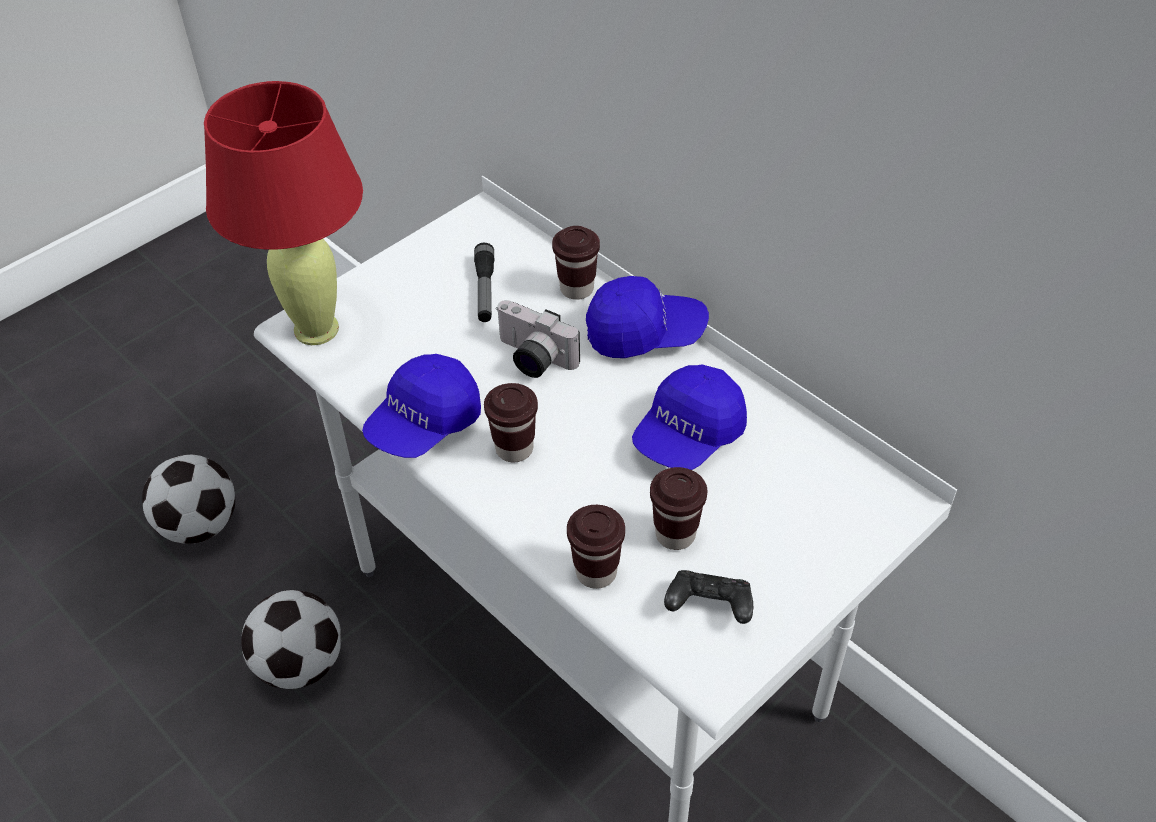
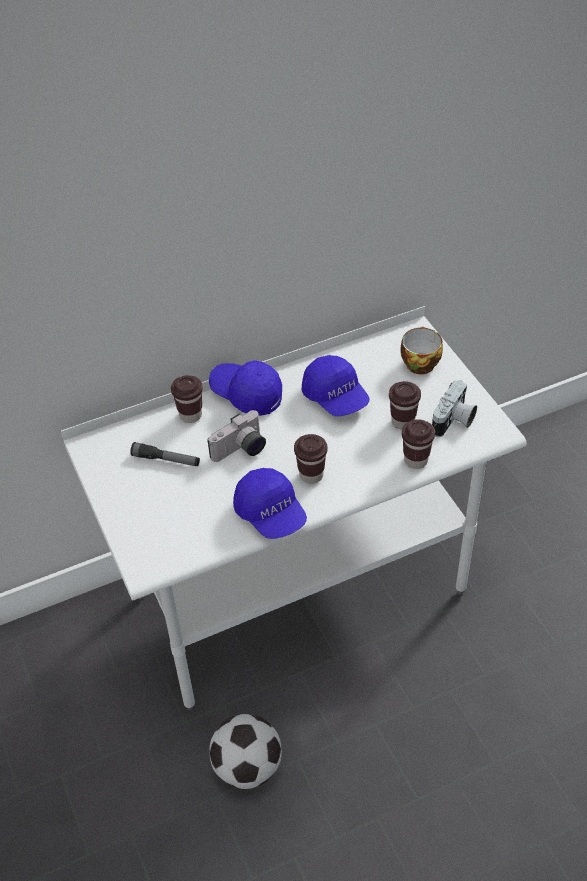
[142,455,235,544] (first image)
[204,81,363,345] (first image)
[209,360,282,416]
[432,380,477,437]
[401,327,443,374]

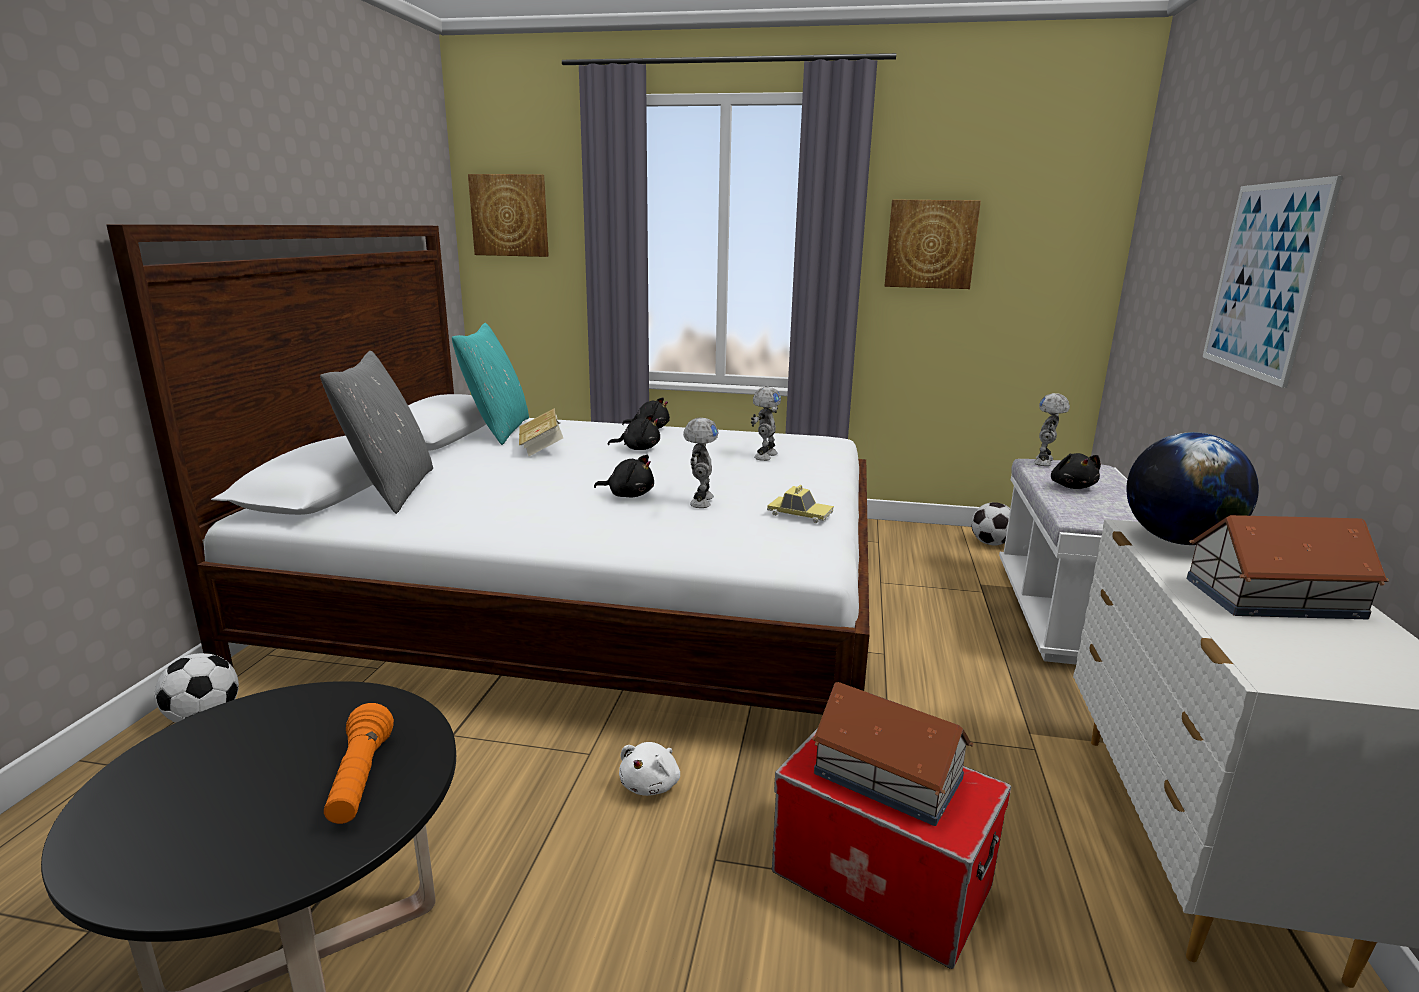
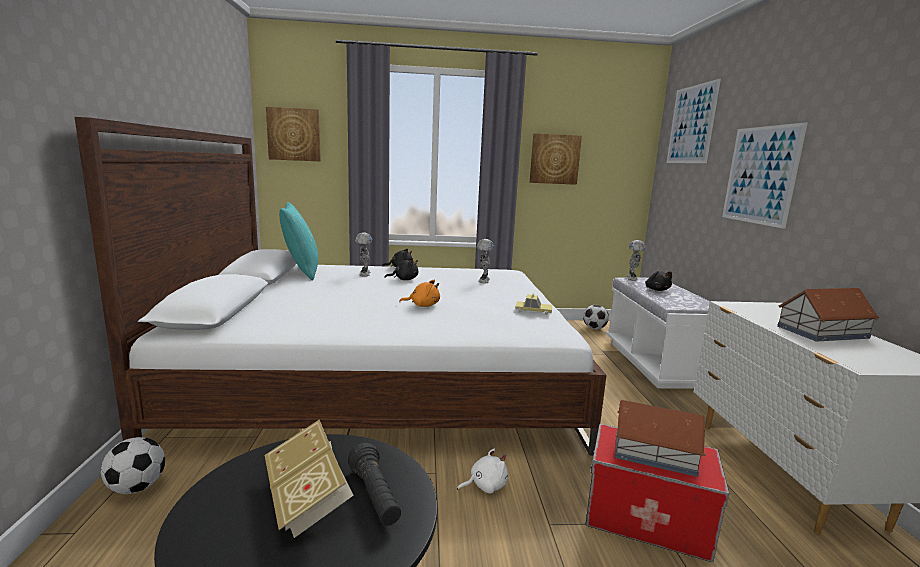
[320,351,433,514] (first image)
[348,443,401,526]
[265,420,354,538]
[399,279,440,307]
[457,448,508,493]
[355,232,372,276]
[1126,432,1259,545] (first image)
[667,79,721,163]

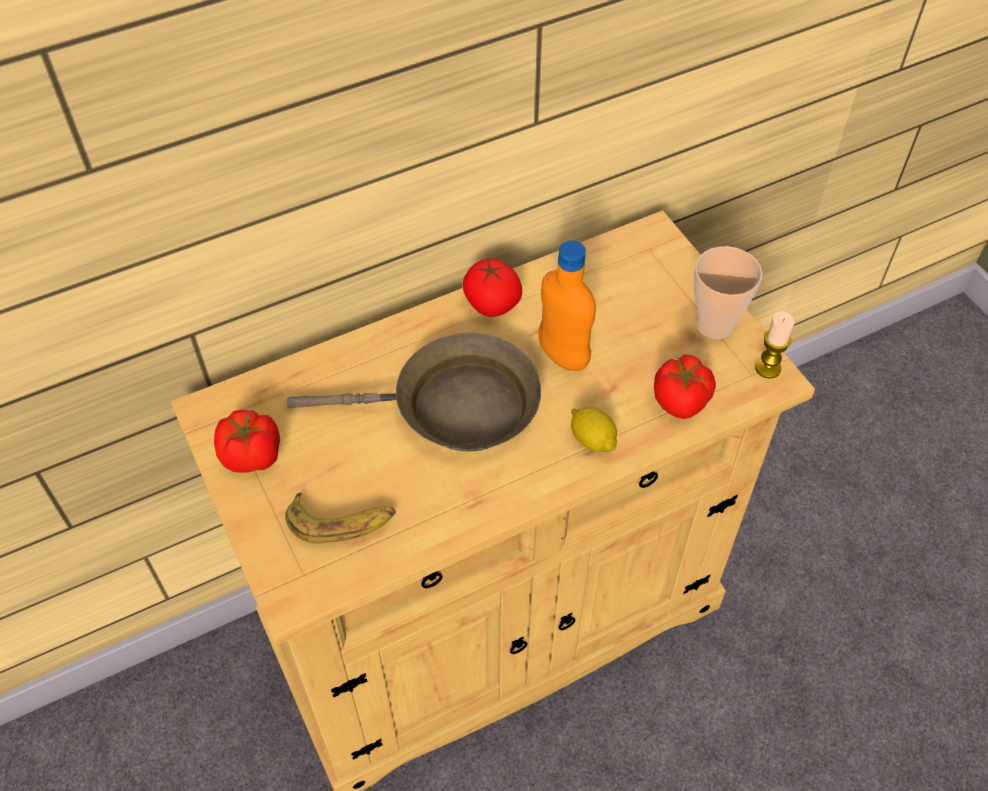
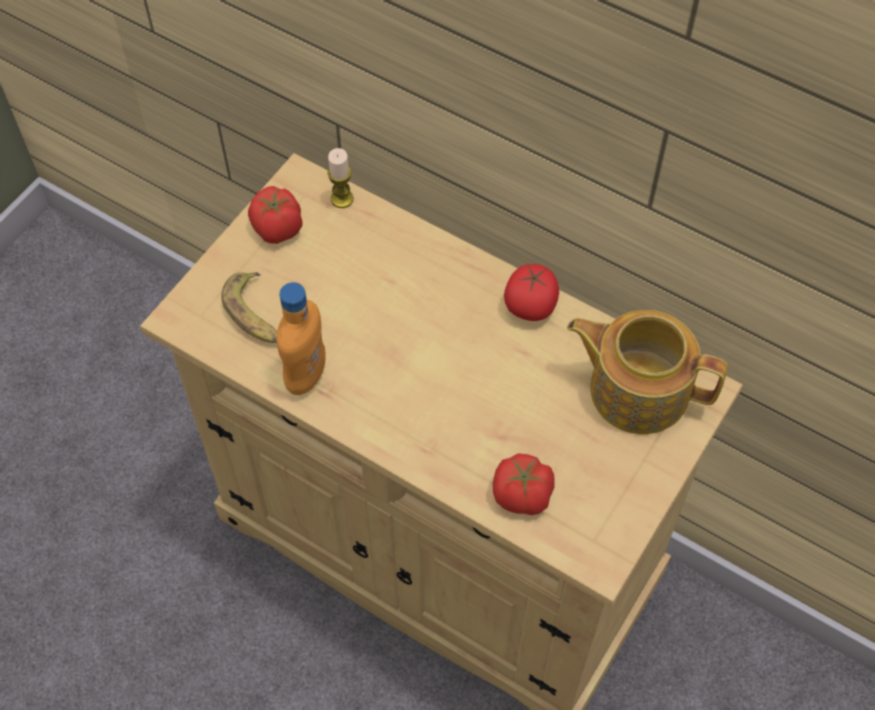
[287,333,541,451] (first image)
[277,282,326,395]
[571,406,617,452] (first image)
[694,246,762,339] (first image)
[327,148,353,208]
[567,310,727,434]

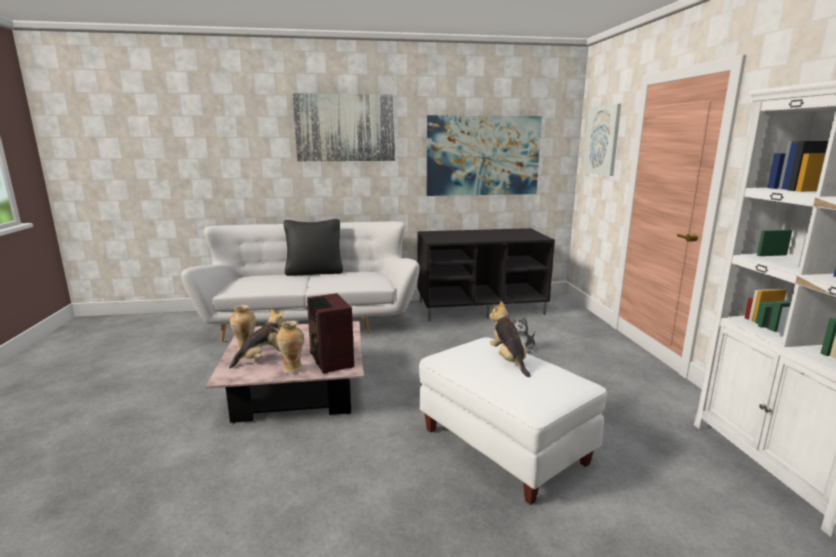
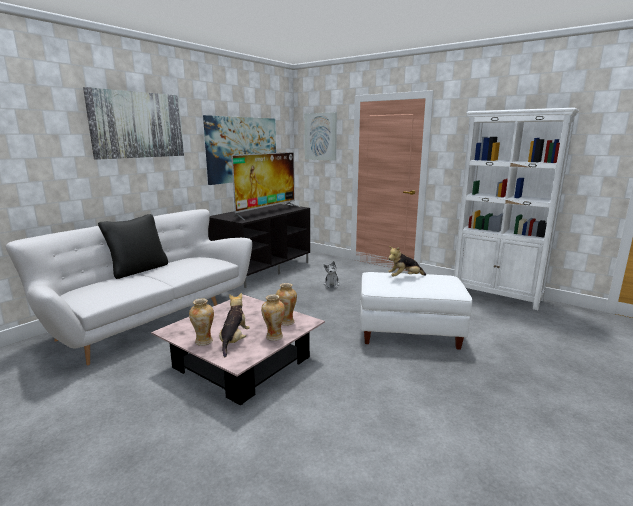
[276,283,297,326]
[388,246,426,277]
[231,152,300,220]

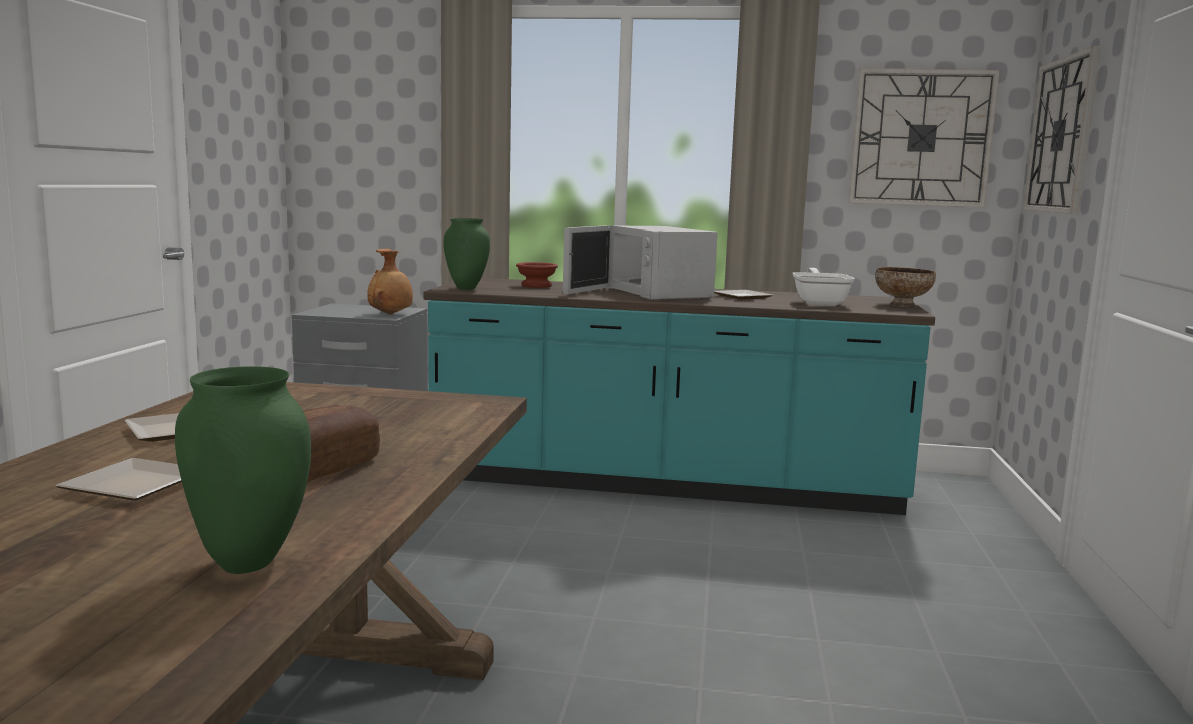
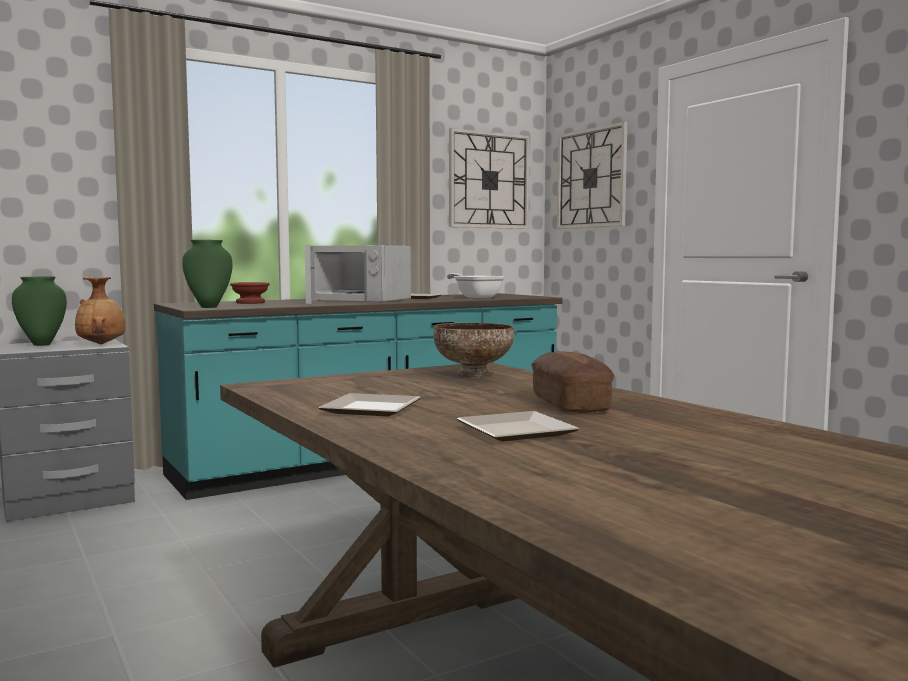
[12,277,67,346]
[433,323,514,378]

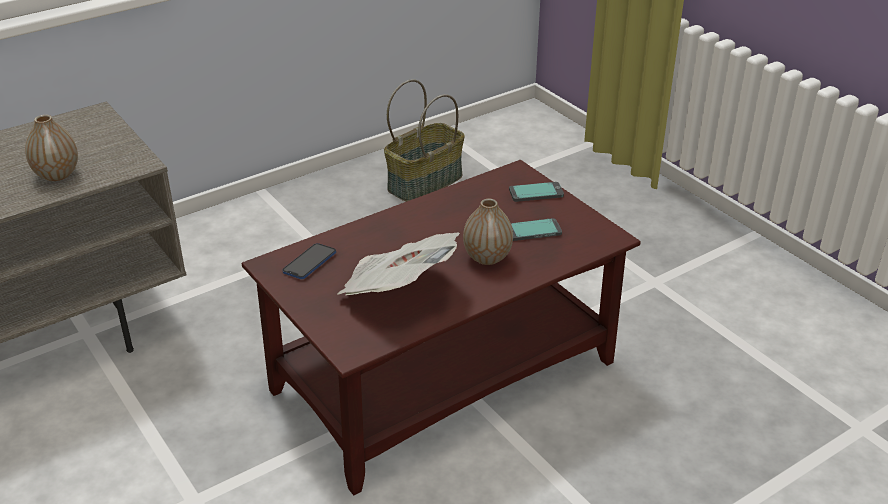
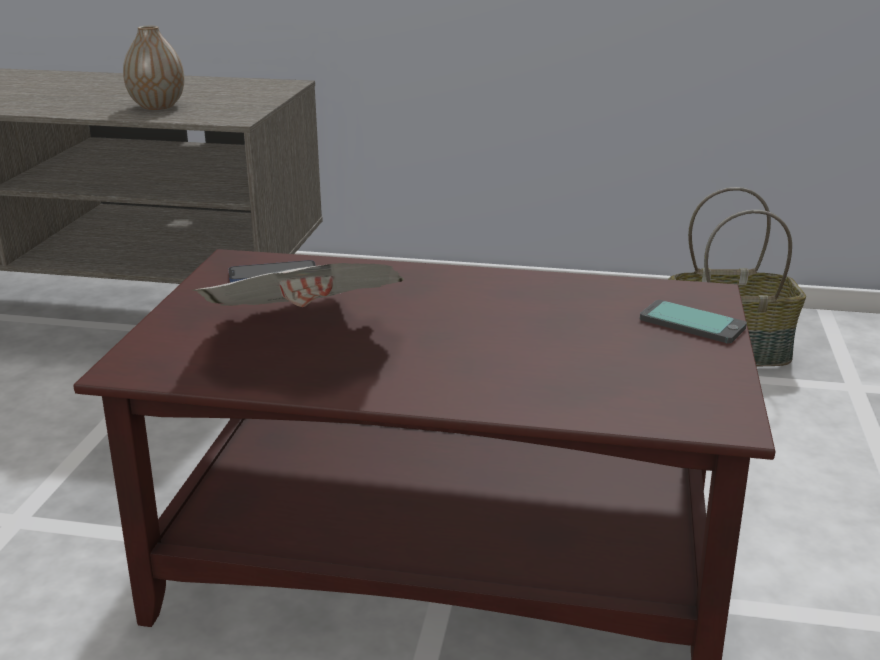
[463,199,513,265] (first image)
[511,218,562,241] (first image)

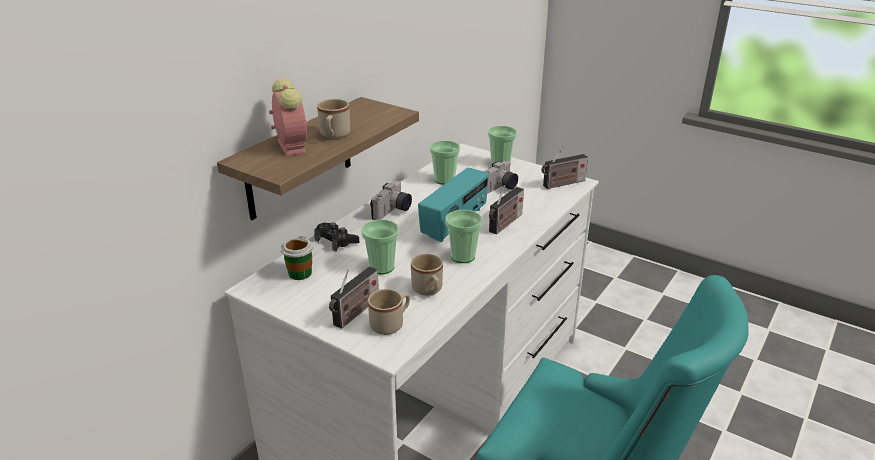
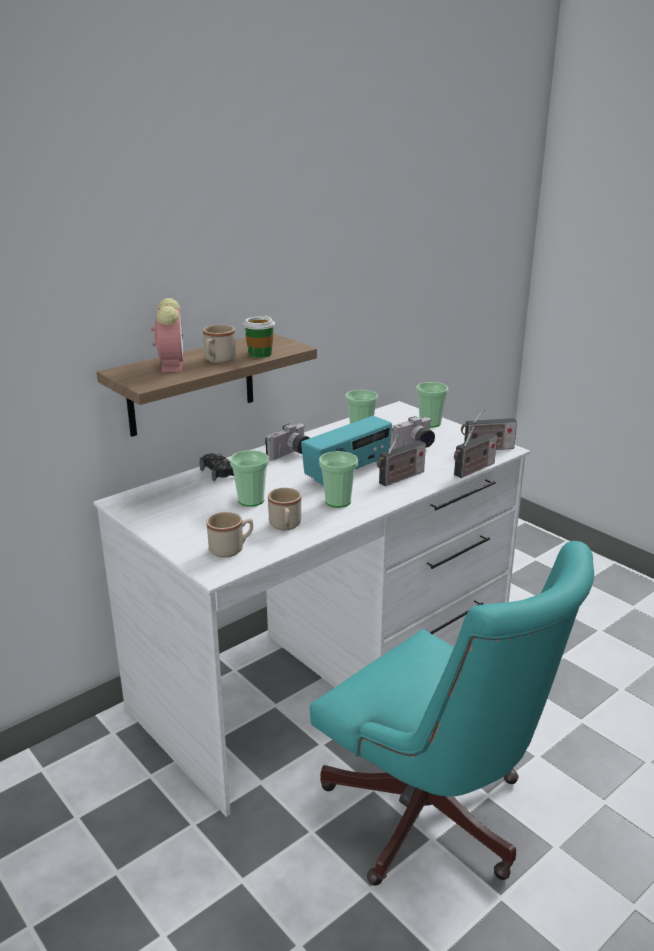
[243,315,275,358]
[454,427,497,478]

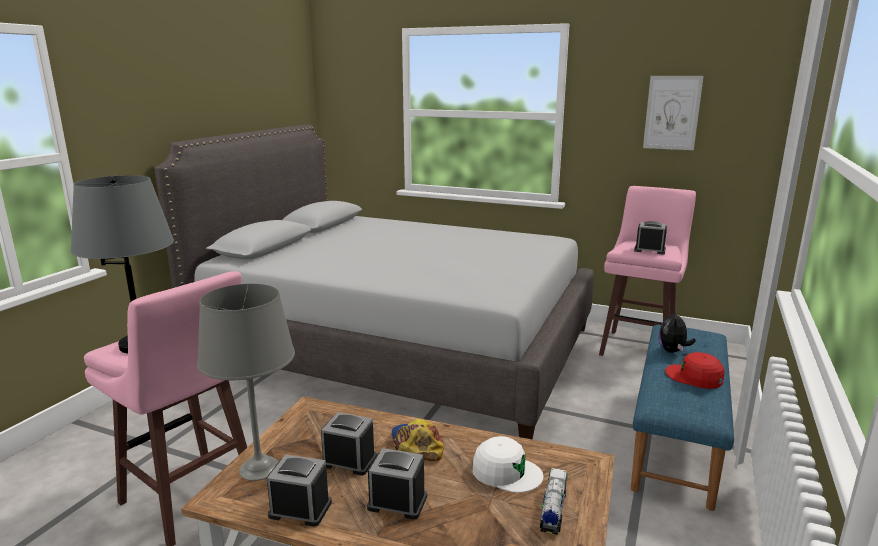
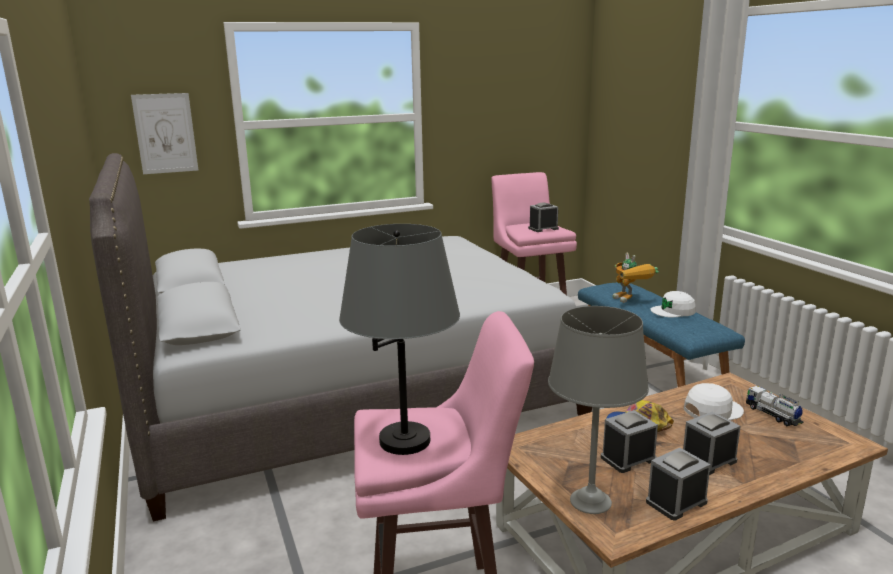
[131,93,198,174]
[613,253,659,303]
[650,291,696,318]

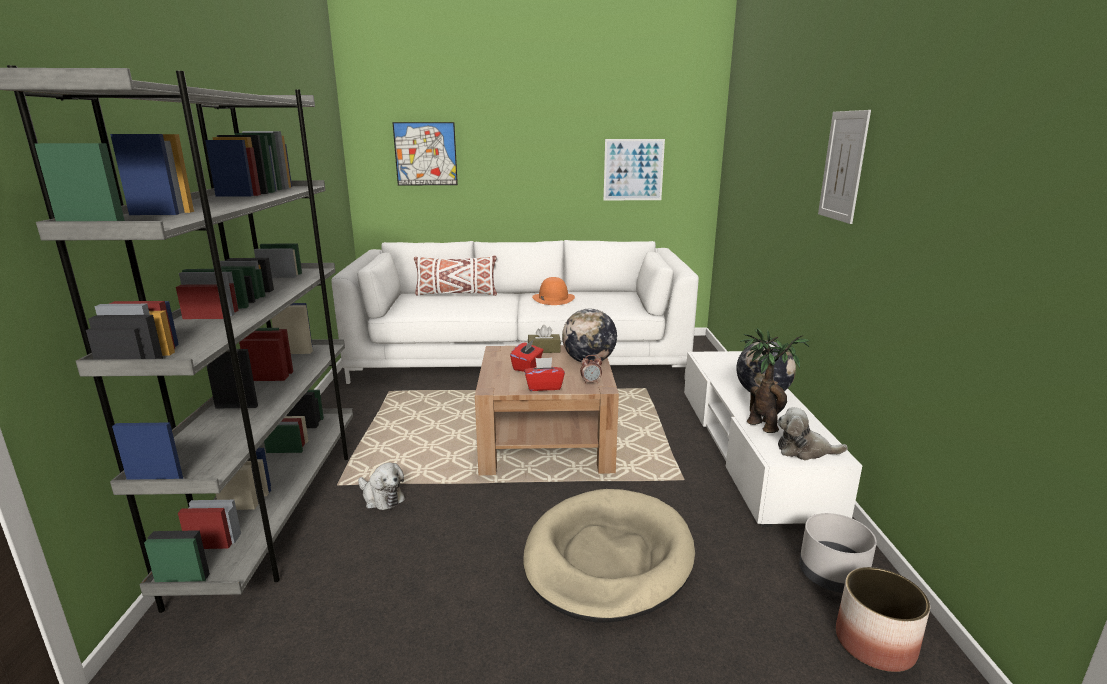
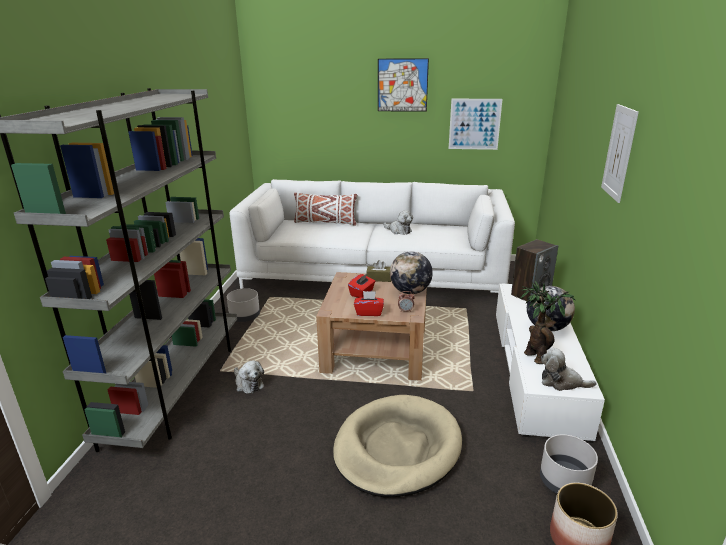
[378,58,429,112]
[383,210,413,235]
[227,288,260,322]
[511,239,558,301]

